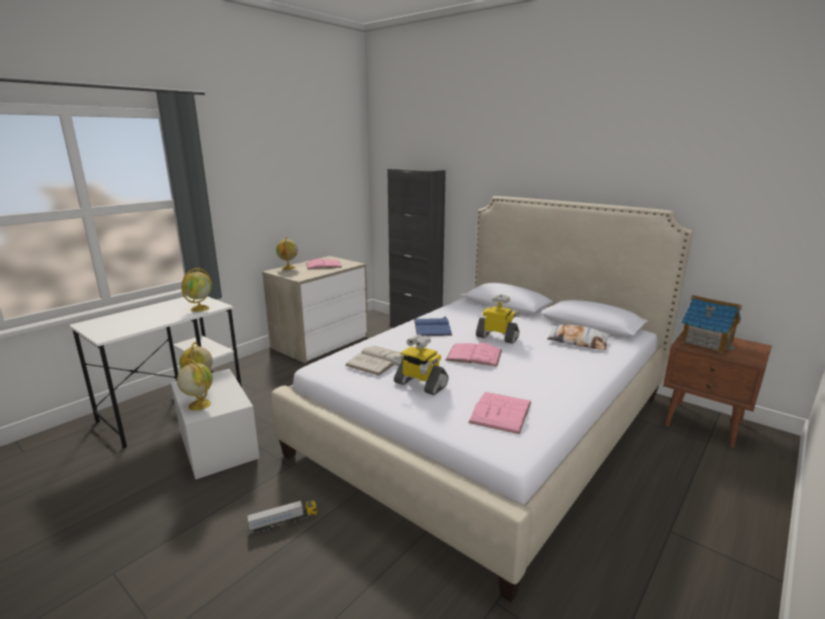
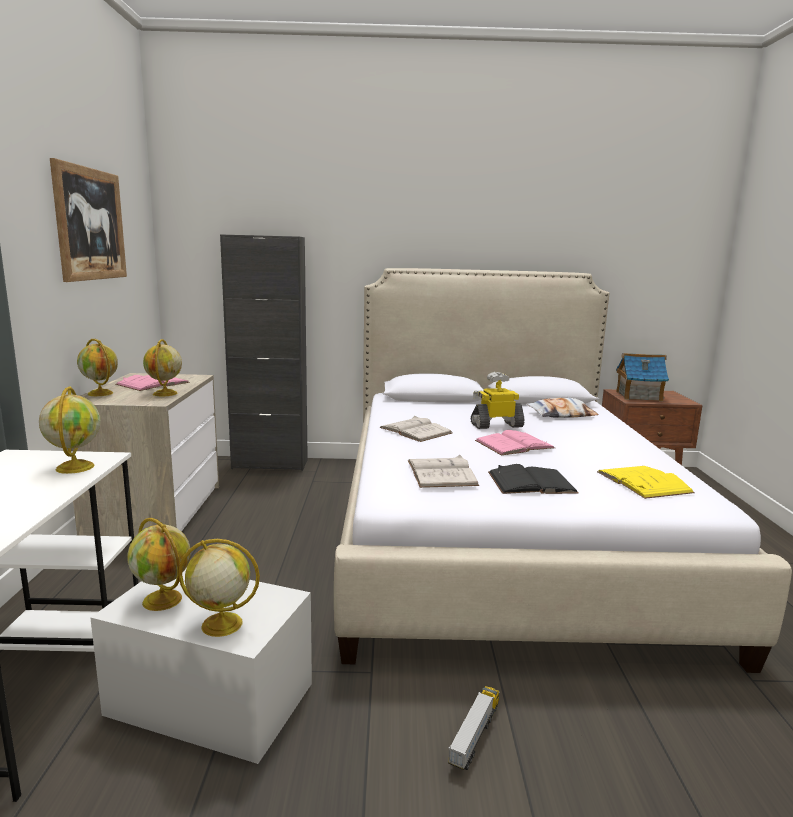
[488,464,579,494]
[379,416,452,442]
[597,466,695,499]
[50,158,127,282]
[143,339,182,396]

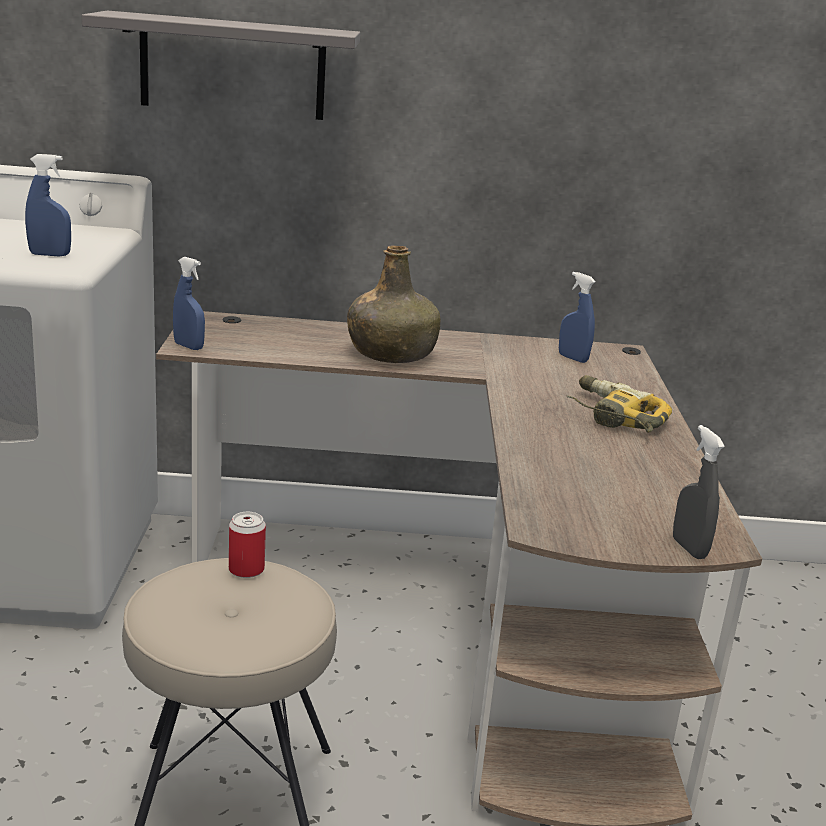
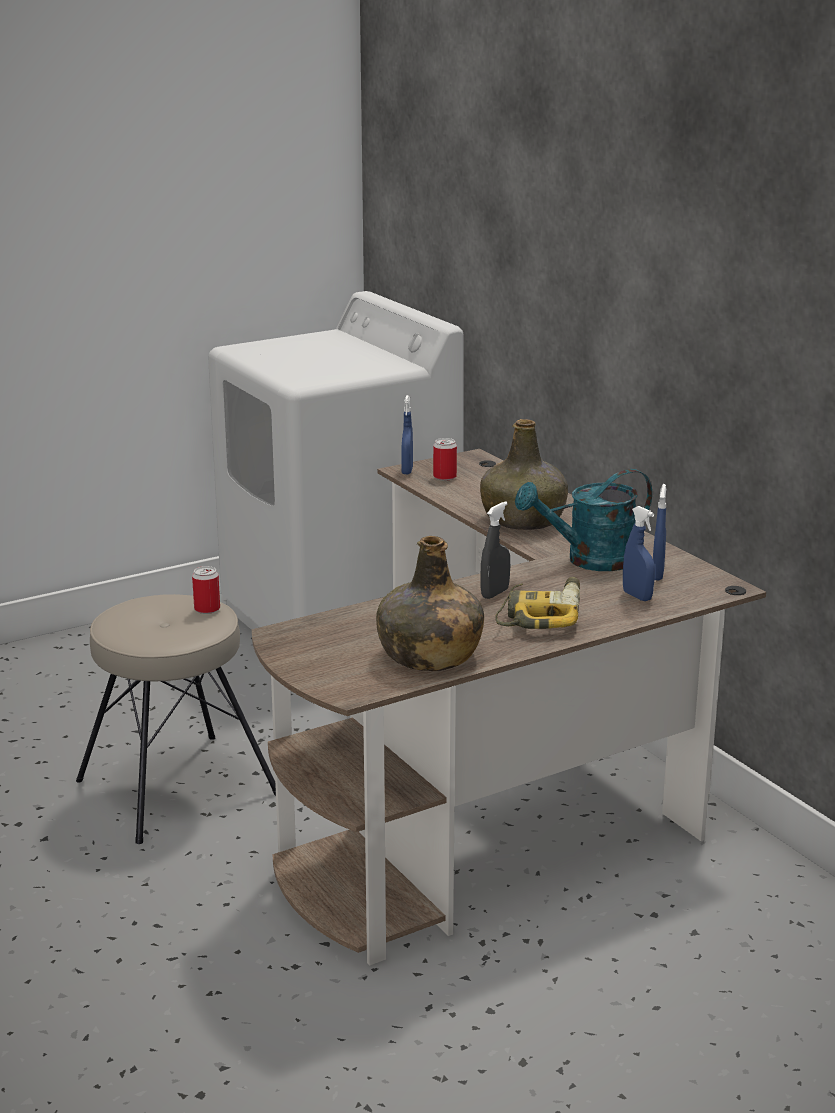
[623,506,655,601]
[82,10,360,120] (first image)
[481,501,510,599]
[376,536,484,671]
[433,438,457,481]
[515,469,652,571]

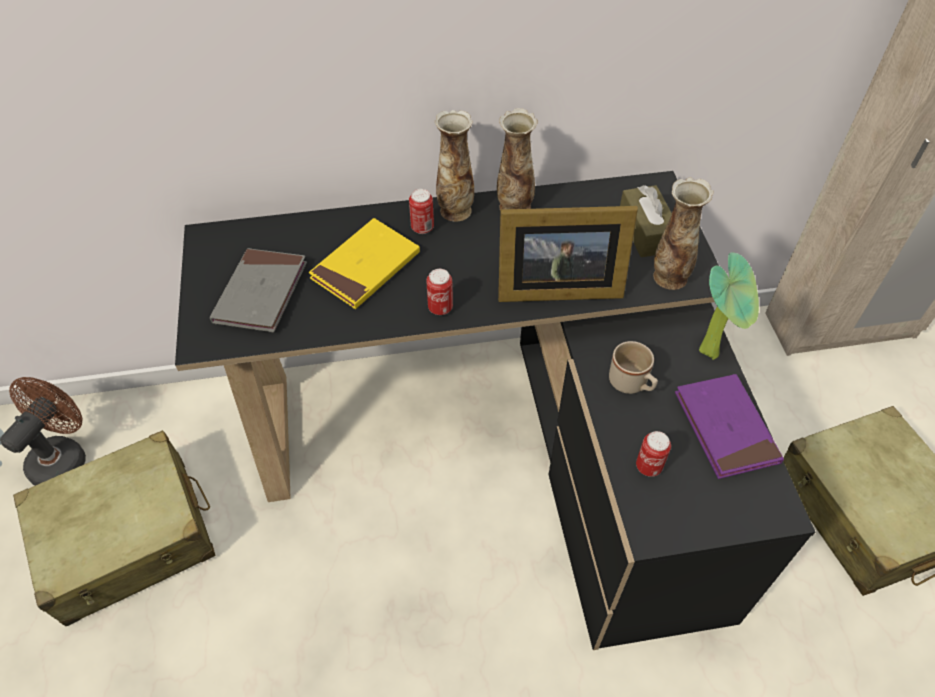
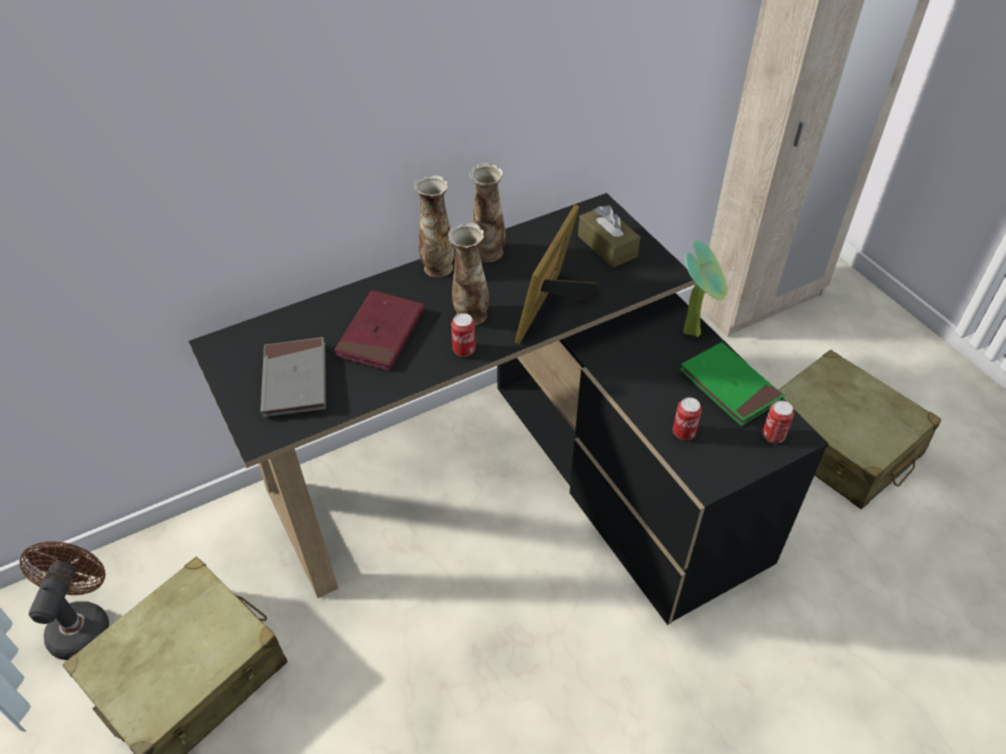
[334,290,424,371]
[762,401,794,443]
[515,205,600,344]
[609,341,658,394] (first image)
[448,223,489,325]
[680,342,785,426]

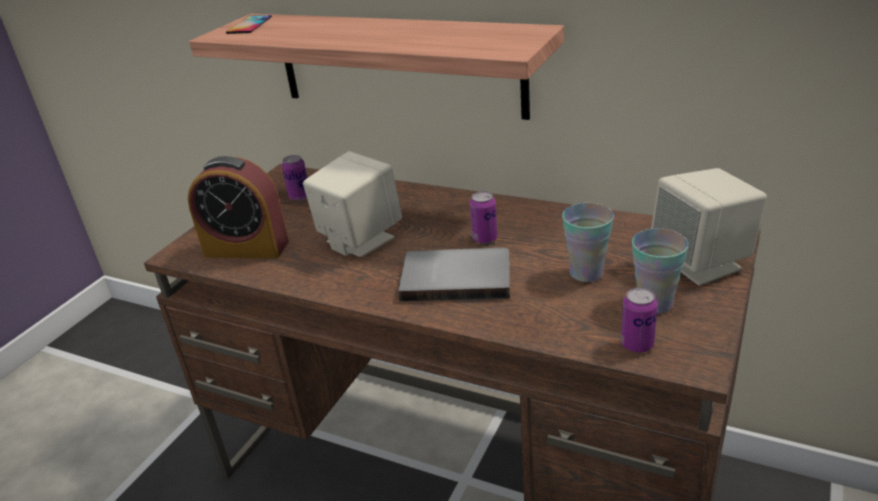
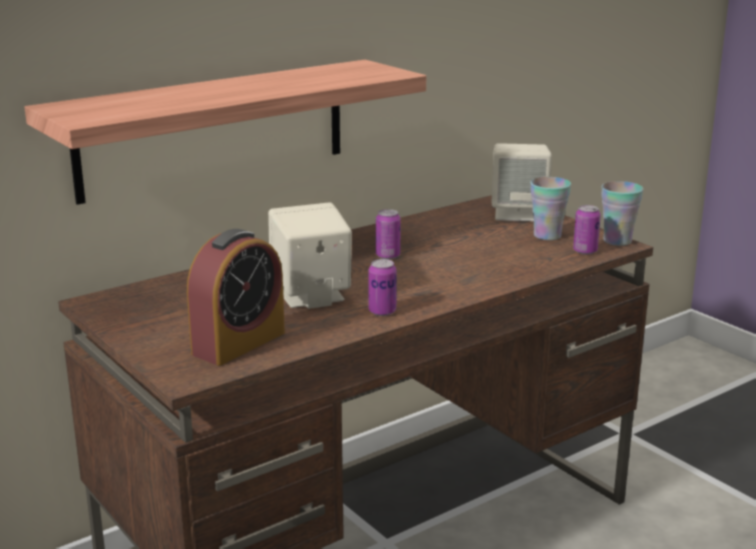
[226,15,272,34] (first image)
[368,259,397,316]
[398,248,510,301] (first image)
[602,181,643,246]

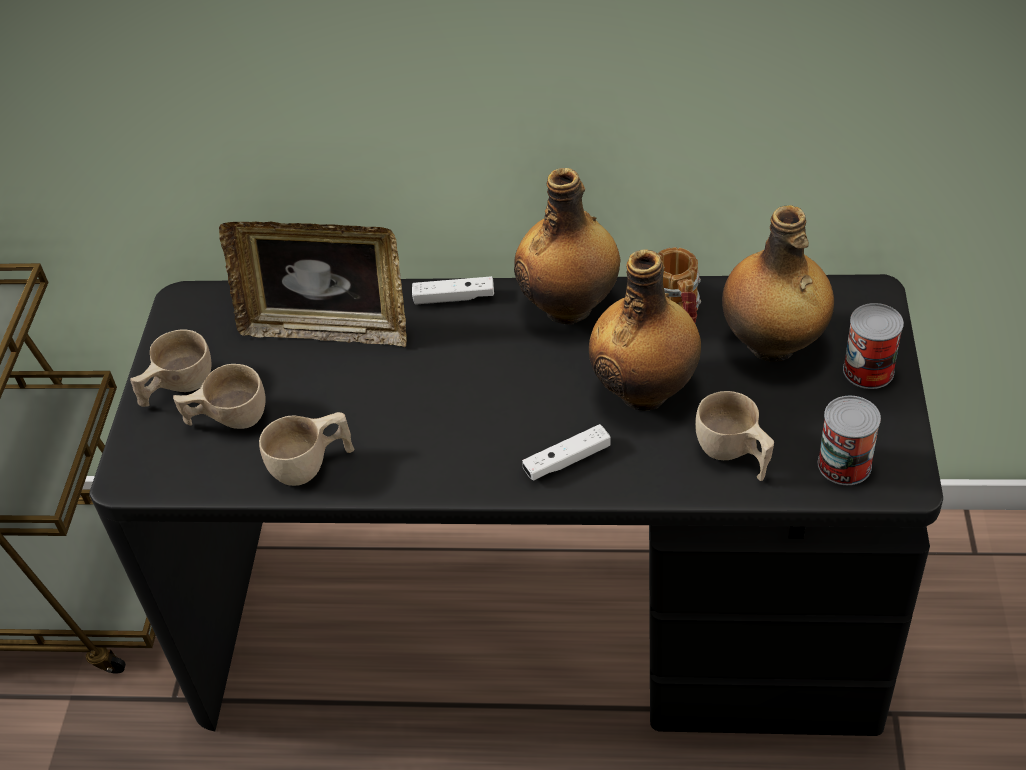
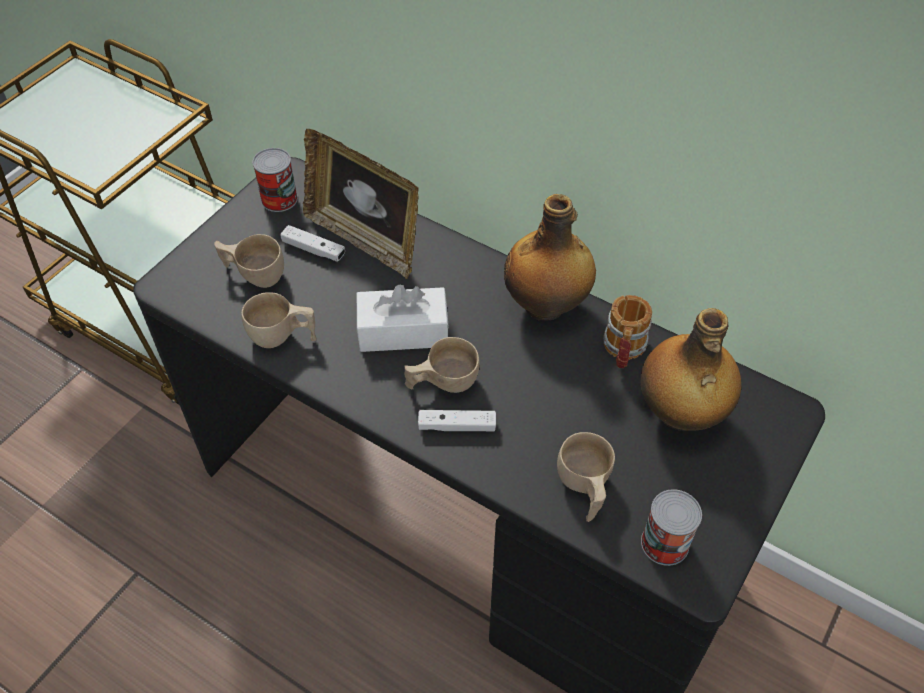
[404,337,480,393]
[280,225,345,262]
[589,249,701,411] (first image)
[252,148,298,212]
[357,284,449,352]

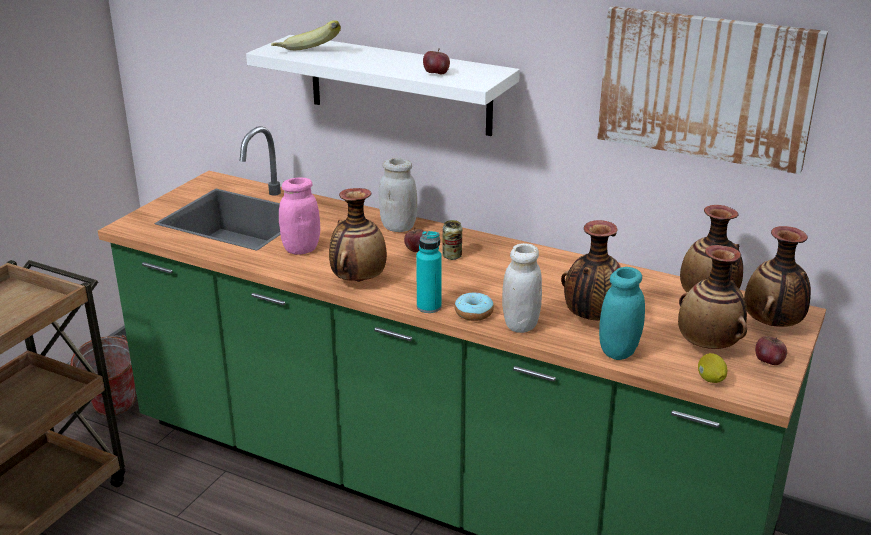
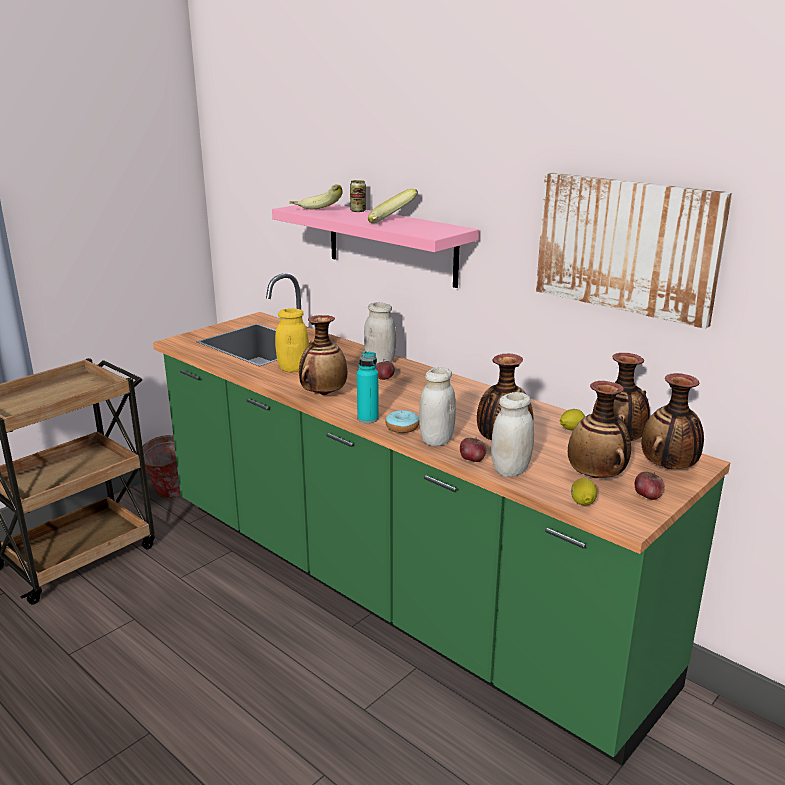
[272,204,479,288]
[275,308,309,372]
[460,437,486,462]
[350,180,366,212]
[491,392,534,477]
[368,189,418,223]
[560,409,585,430]

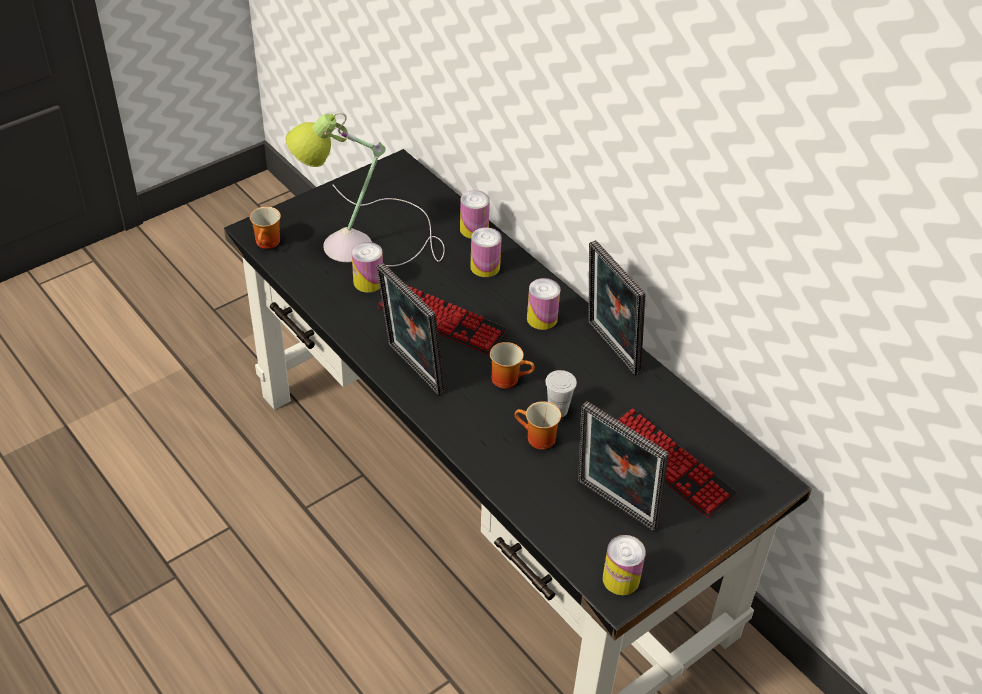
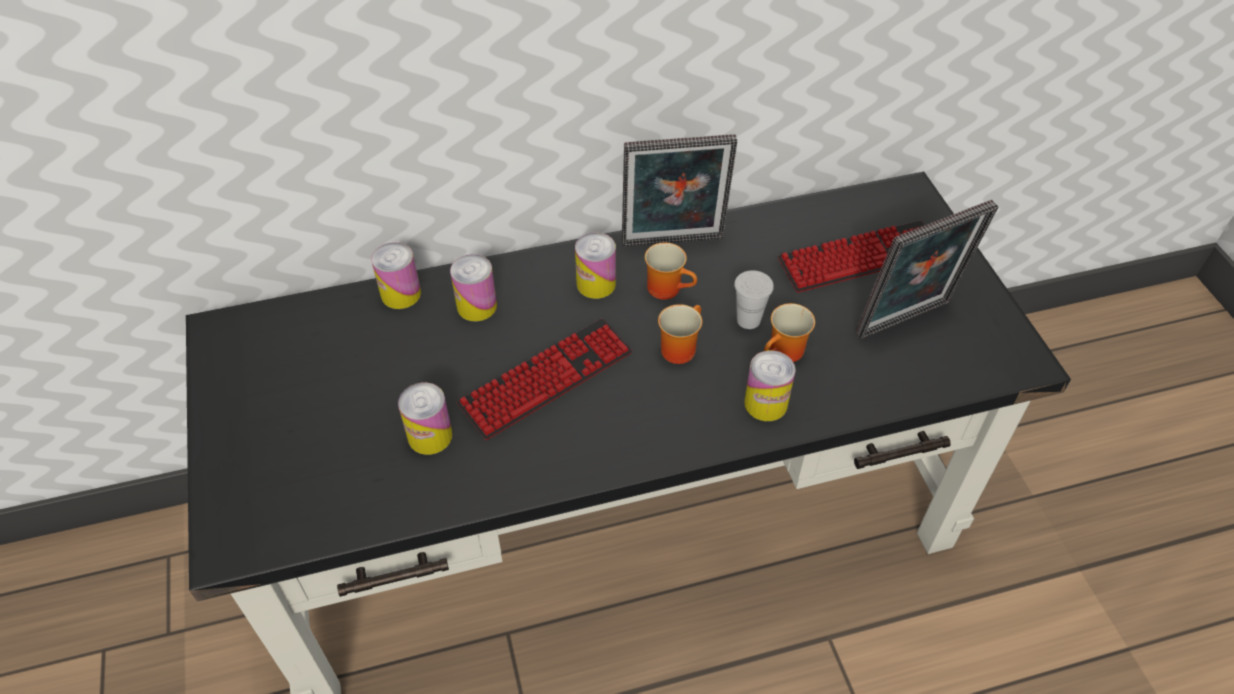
[645,242,697,300]
[286,112,445,266] (first image)
[376,262,445,395] (first image)
[744,350,796,421]

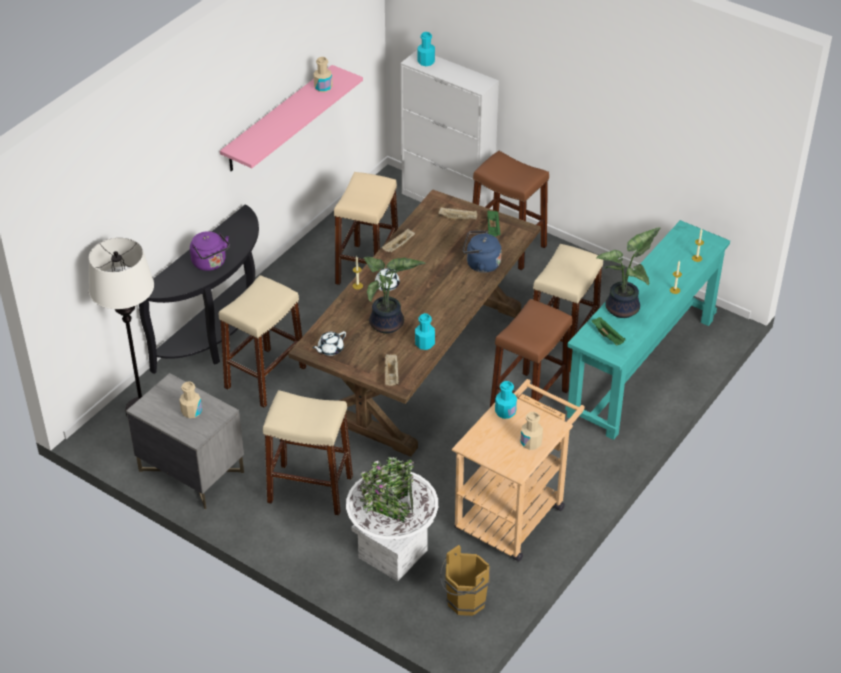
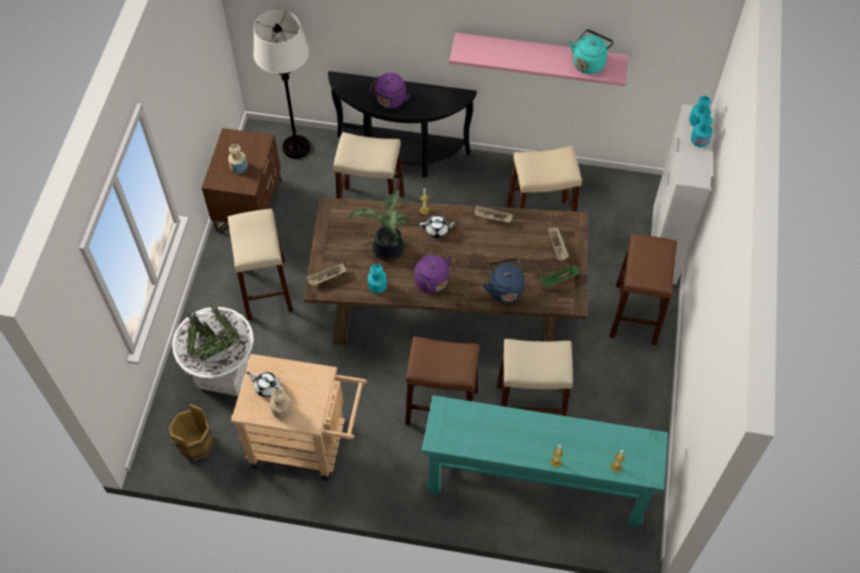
[202,128,282,232]
[570,29,614,74]
[246,372,284,397]
[691,115,713,147]
[591,317,625,346] (first image)
[596,227,661,318] (first image)
[414,255,455,293]

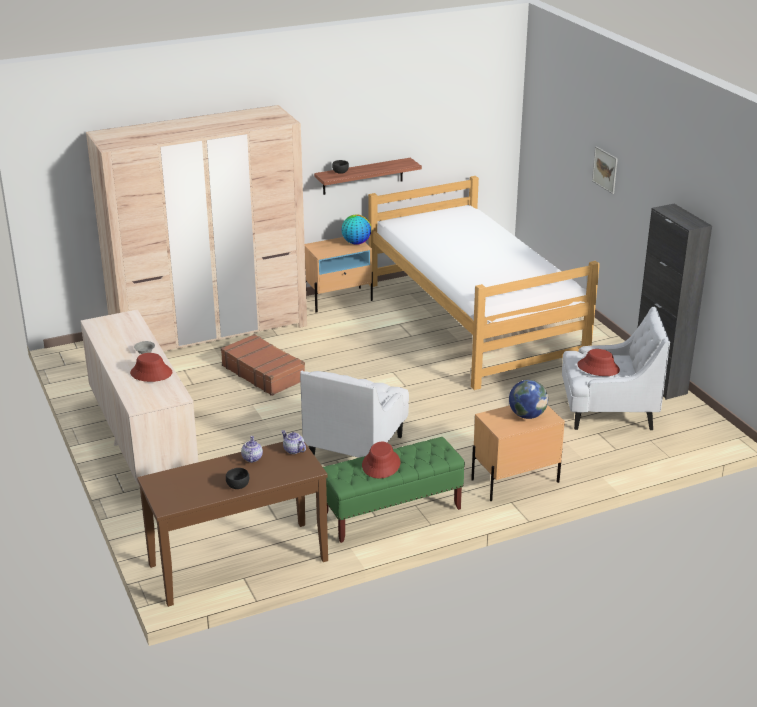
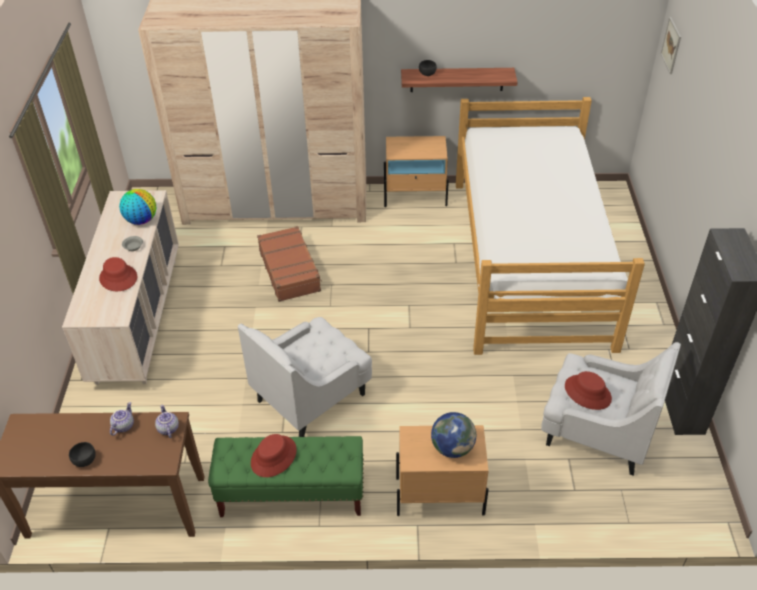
[119,189,156,225]
[661,17,681,74]

